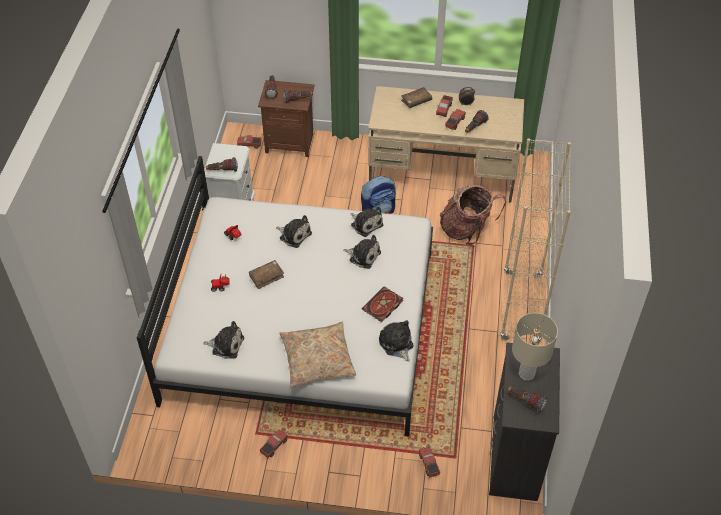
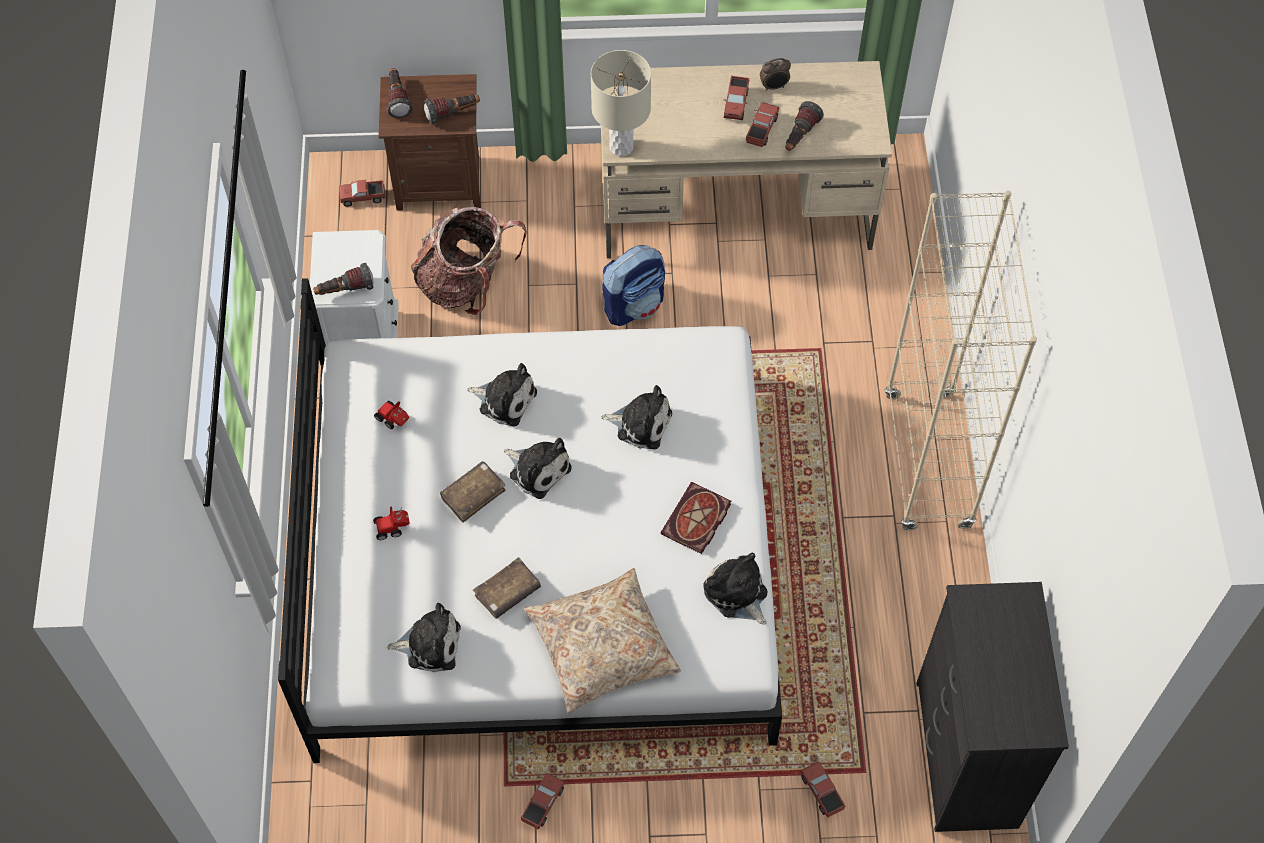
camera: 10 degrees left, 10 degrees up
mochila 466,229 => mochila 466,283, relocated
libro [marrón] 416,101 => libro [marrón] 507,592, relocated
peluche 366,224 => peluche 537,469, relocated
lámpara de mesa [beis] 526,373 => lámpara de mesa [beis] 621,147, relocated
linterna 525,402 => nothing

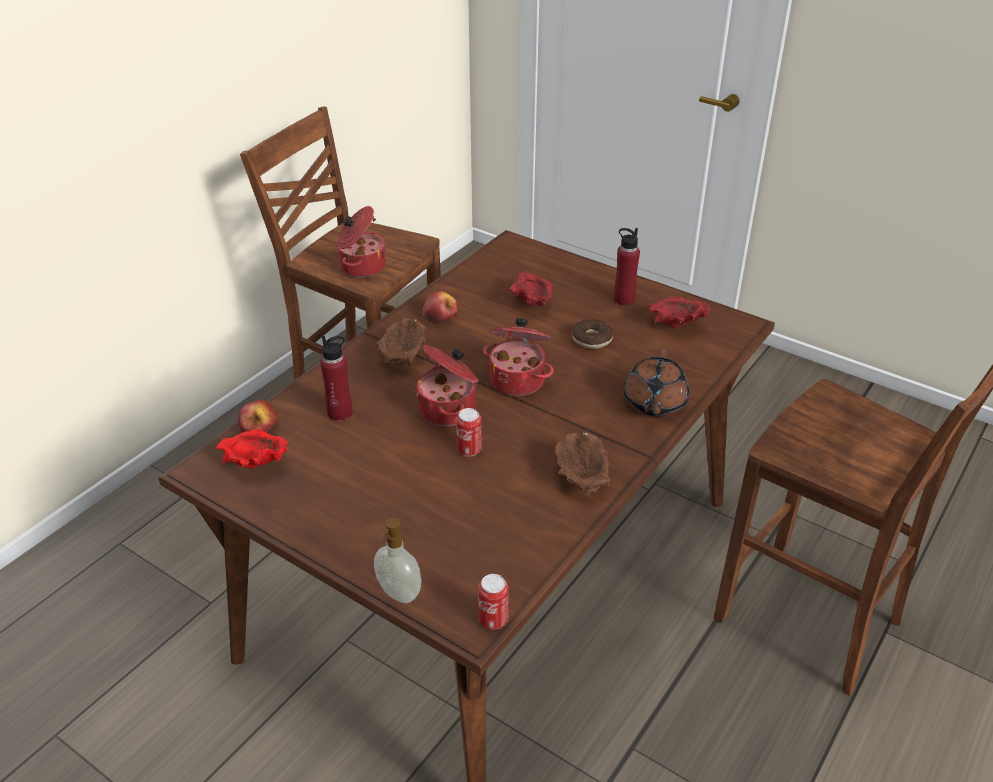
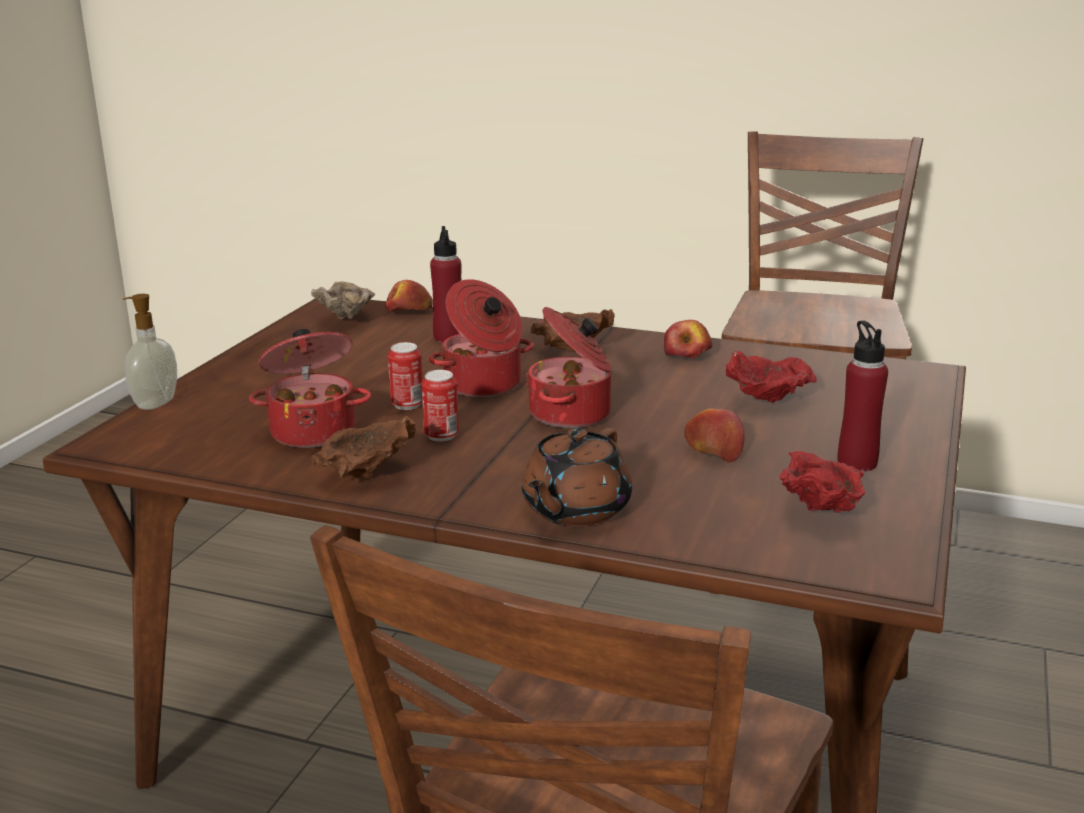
camera: 75 degrees right, 15 degrees down
olla 361,266 => olla 313,431, relocated
cuenco [rojo] 256,465 => cuenco [beis] 345,320
lata 493,620 => lata 441,436, relocated
tetera [marrón] 654,403 => tetera [marrón] 574,510, 60 degrees counterclockwise
rosquilla 592,339 => manzana 713,450

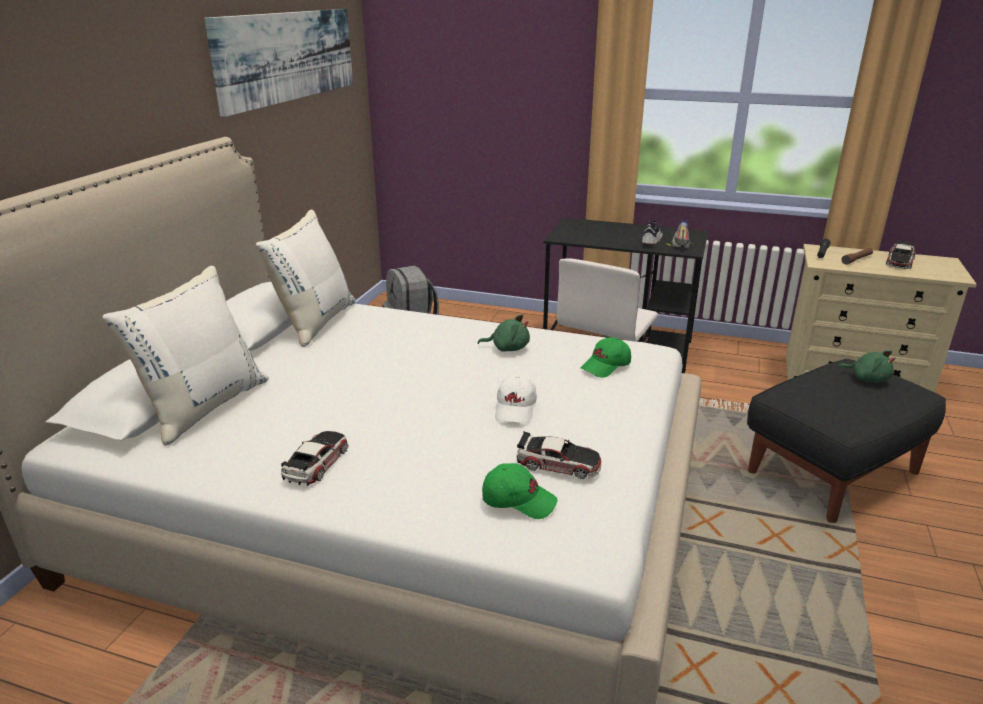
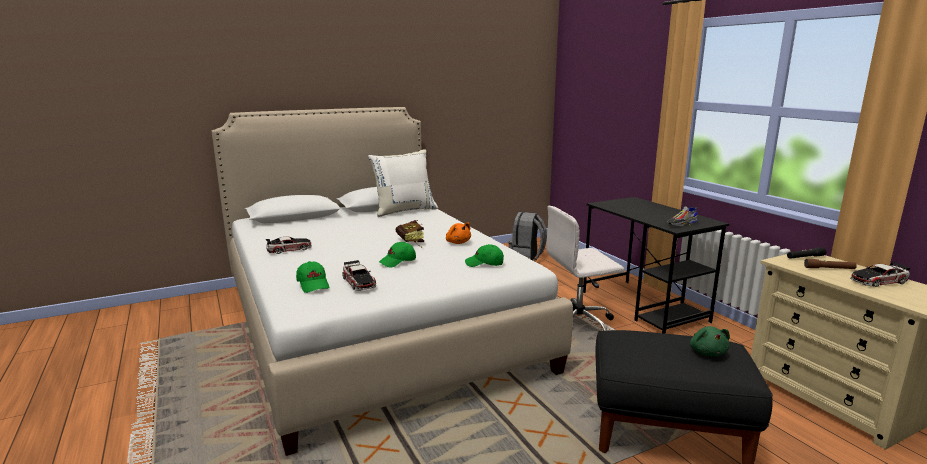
camera: 45 degrees right, 10 degrees down
gorra [blanco] 516,409 => gorra [verde] 398,262
nothing => libro 411,243
peluche [verde] 507,348 => peluche [naranja] 457,242
cojín [blanco] 204,406 => nothing
cuadro 288,56 => nothing
zapato 651,241 => nothing

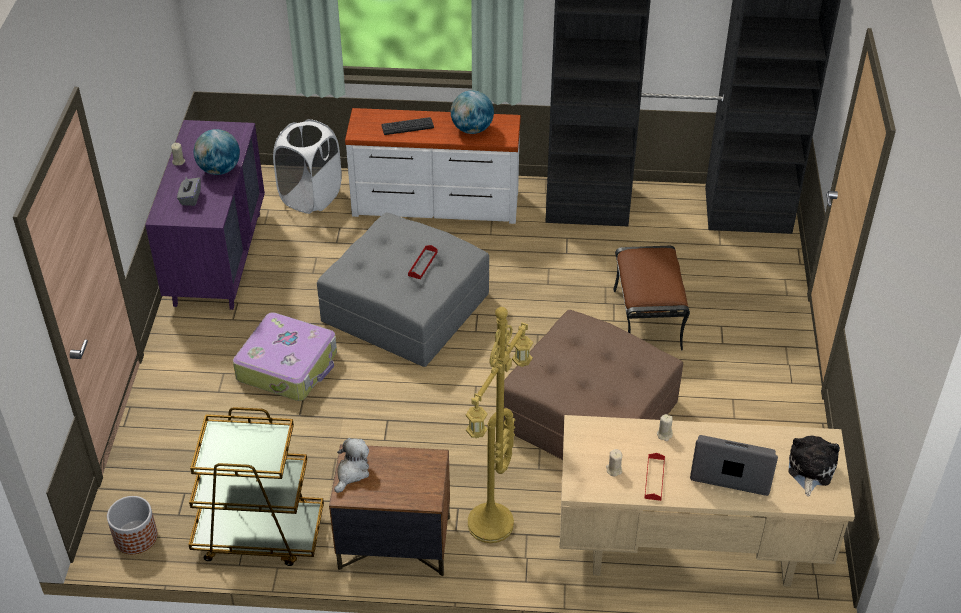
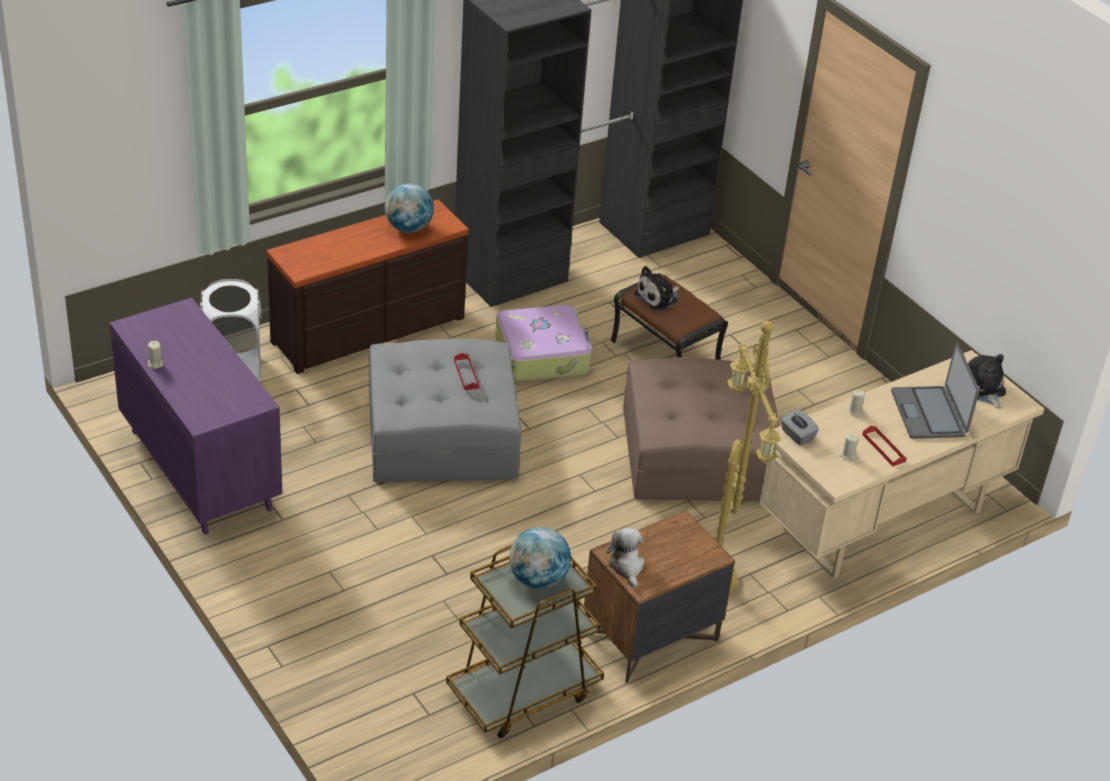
camera: 40 degrees left, 5 degrees down
cómoda [blanco] 435,205 => cómoda [marrón] 369,331
maleta 288,366 => maleta 542,354, relocated
globo terráqueo 219,169 => globo terráqueo 538,579, relocated
nothing => peluche 658,298
caja de pañuelos [gris] 190,198 => caja de pañuelos [gris] 797,435, relocated
portátil 732,468 => portátil 929,414, 75 degrees counterclockwise
maceta 136,537 => nothing
teclado 407,126 => nothing

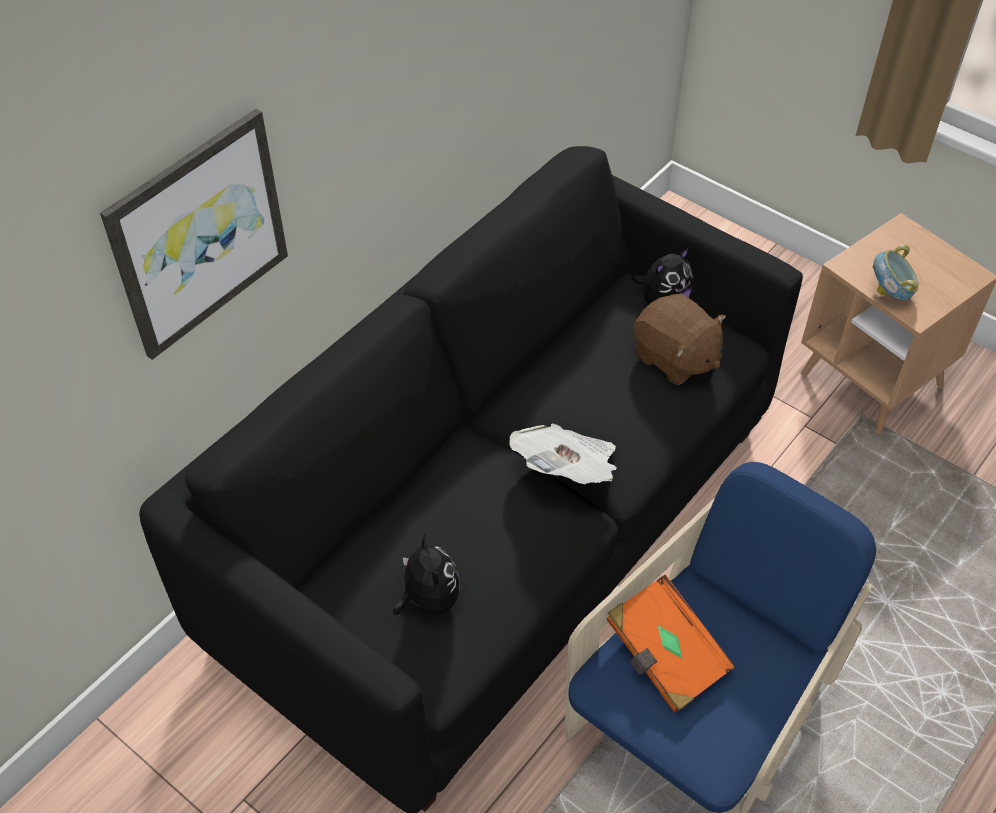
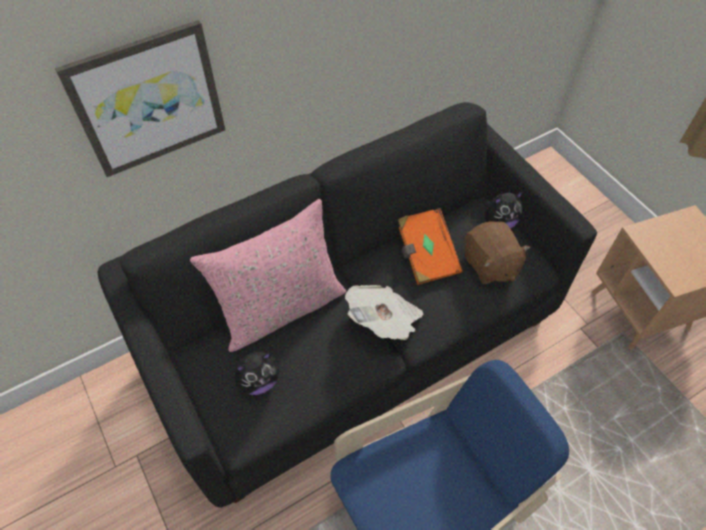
camera: 20 degrees right, 5 degrees up
nothing => cojín [rosa] 281,308
peluche 429,600 => peluche 258,381, 60 degrees clockwise
libro [naranja] 665,656 => libro [naranja] 426,255, relocated
cuenco 890,293 => nothing

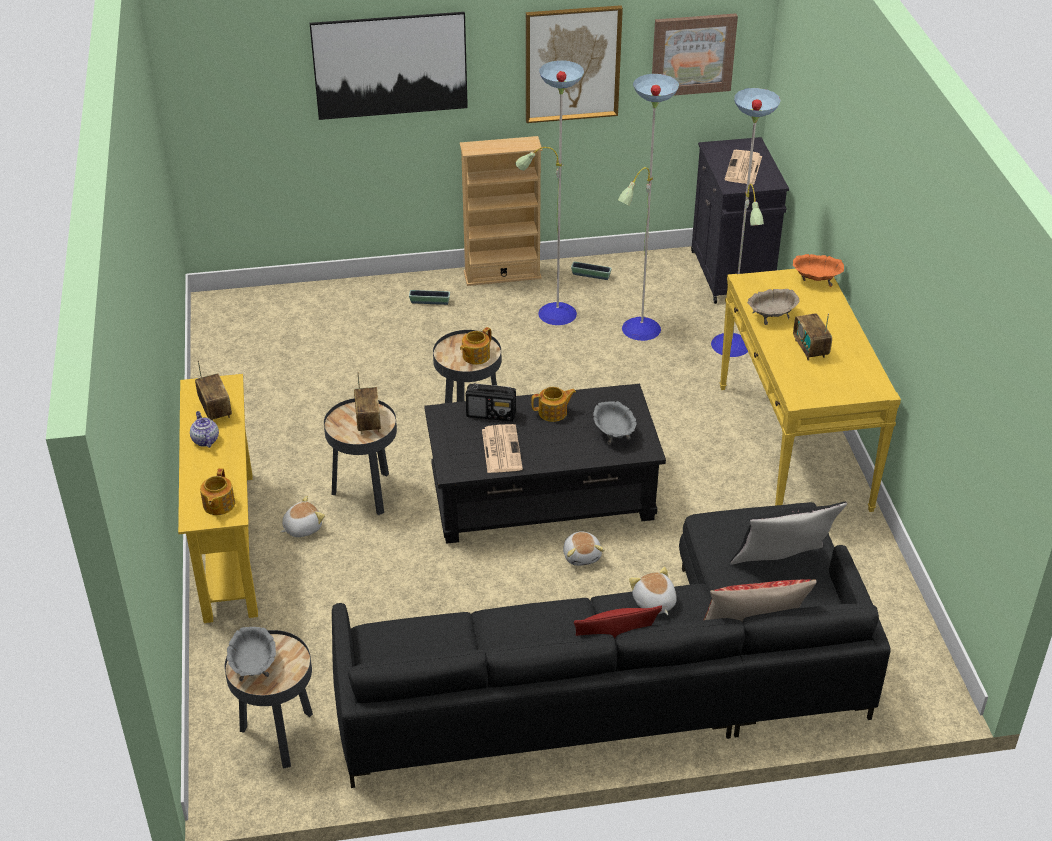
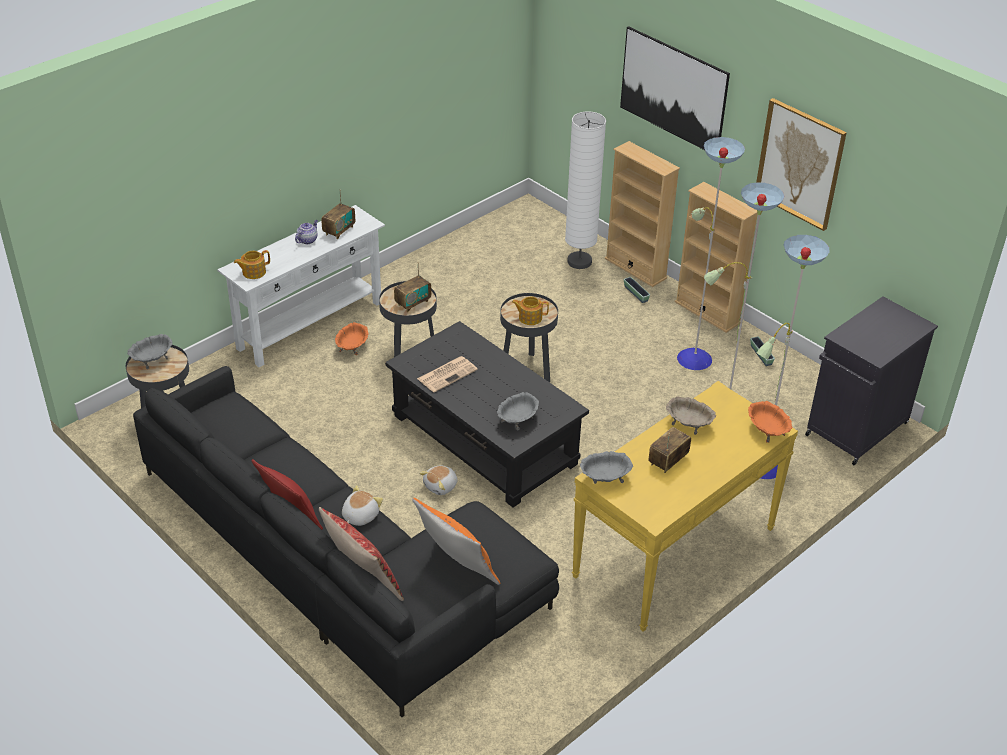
camera: 55 degrees right, 0 degrees up
mesa consola [amarillo] 228,545 => mesa consola [blanco] 310,325
peluche 302,527 => cuenco [naranja] 352,347
cojín [negro] 782,566 => cojín [naranja] 457,570
nothing => lámpara de pie [blanco] 579,262
nothing => cuenco [gris] 604,478
nothing => estantería [beis] 635,268
radio 491,414 => nothing
tetera 553,412 => nothing
cuadro 692,54 => nothing
periódico 743,169 => nothing

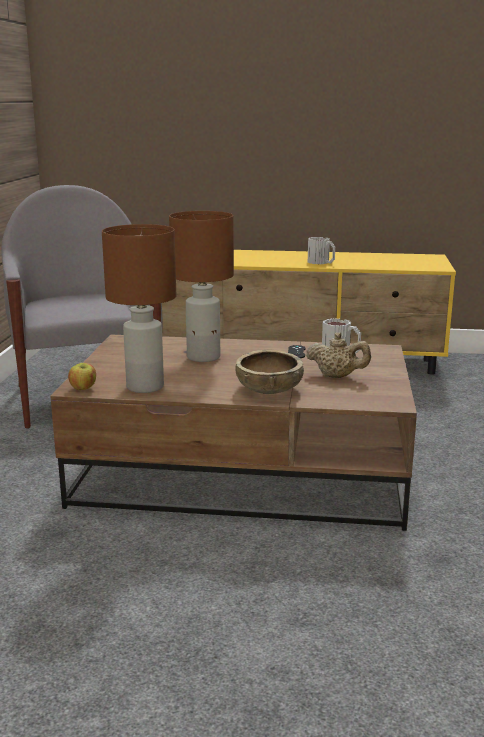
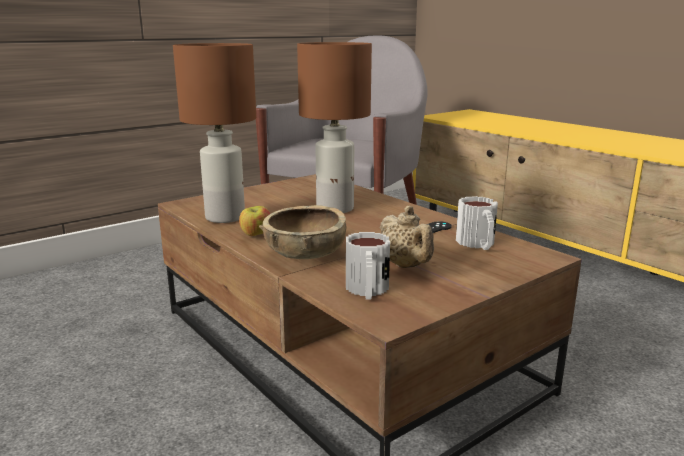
camera: 45 degrees right, 0 degrees up
manzana 83,389 => manzana 256,235, relocated
taza grande 322,263 => taza grande 367,291, relocated

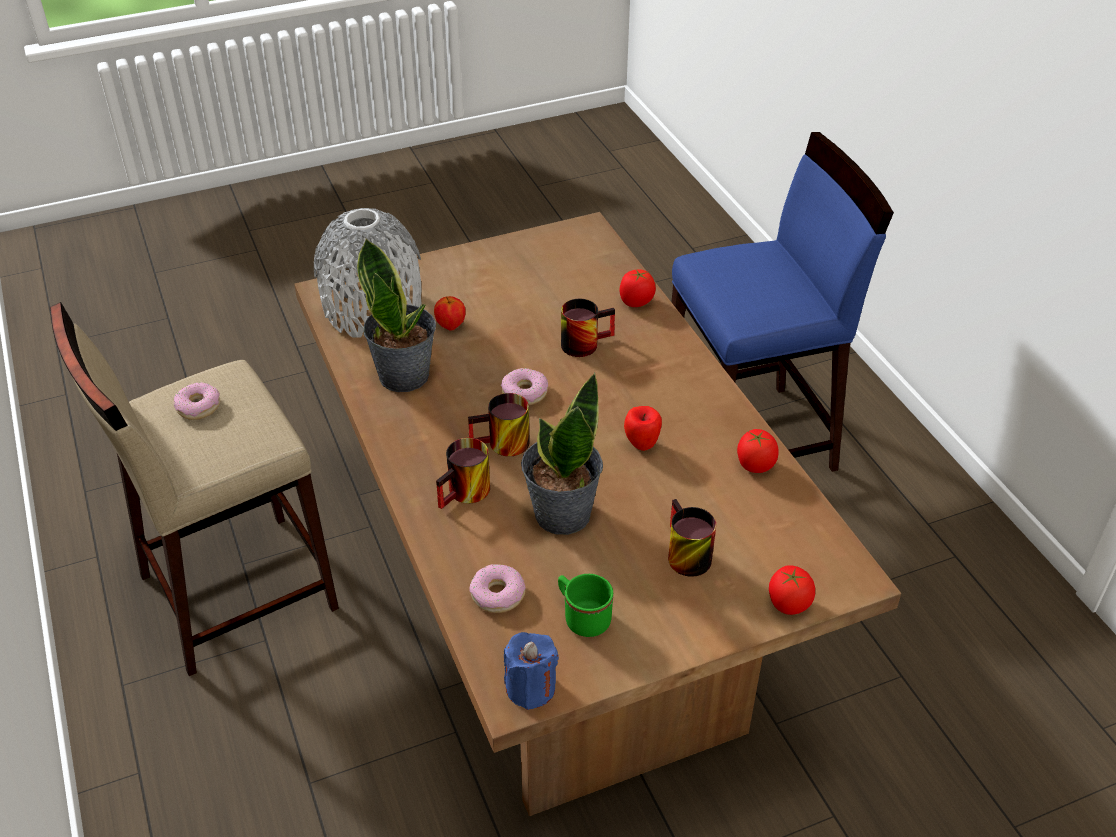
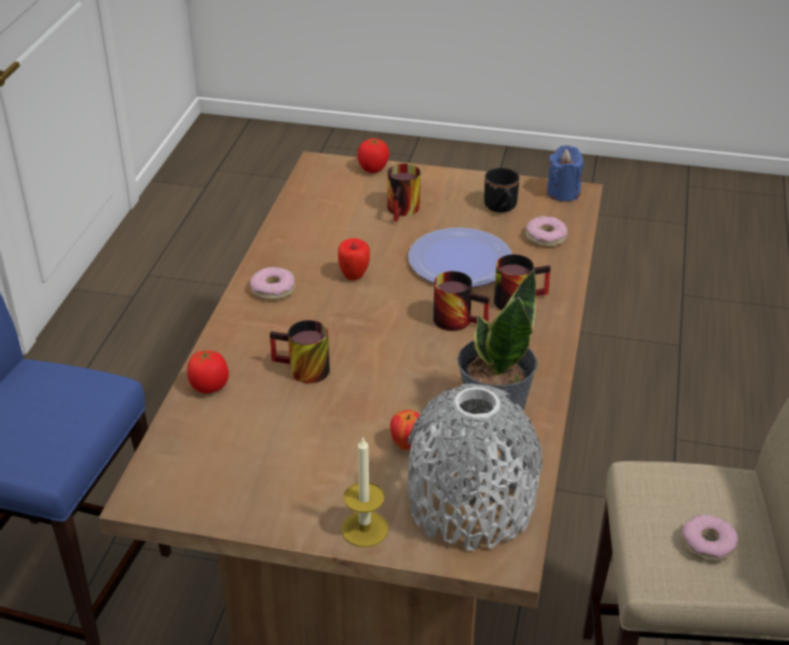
camera: 145 degrees left, 5 degrees down
rosquilla 524,392 => rosquilla 273,290, relocated
nothing => vela 364,529
planta en maceta 561,514 => plato 460,260
taza grande [verde] 582,617 => taza grande [negro] 501,208
tomate 755,465 => nothing

